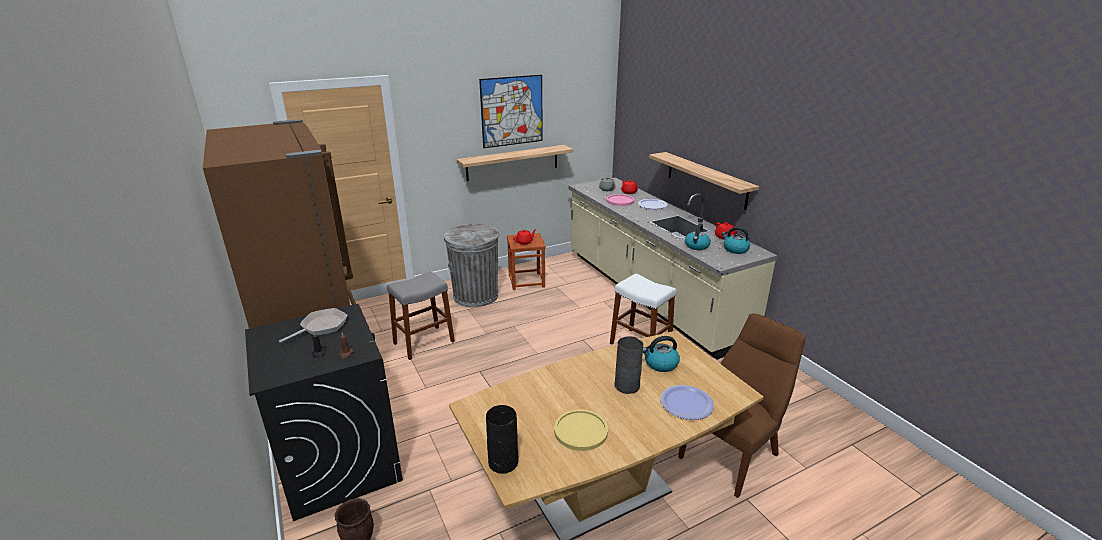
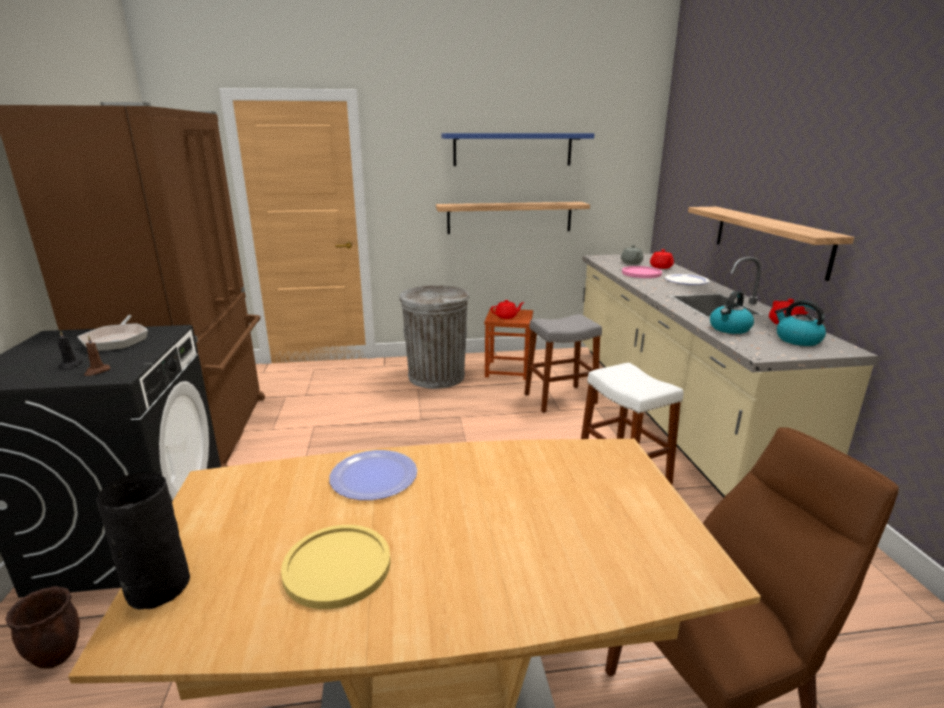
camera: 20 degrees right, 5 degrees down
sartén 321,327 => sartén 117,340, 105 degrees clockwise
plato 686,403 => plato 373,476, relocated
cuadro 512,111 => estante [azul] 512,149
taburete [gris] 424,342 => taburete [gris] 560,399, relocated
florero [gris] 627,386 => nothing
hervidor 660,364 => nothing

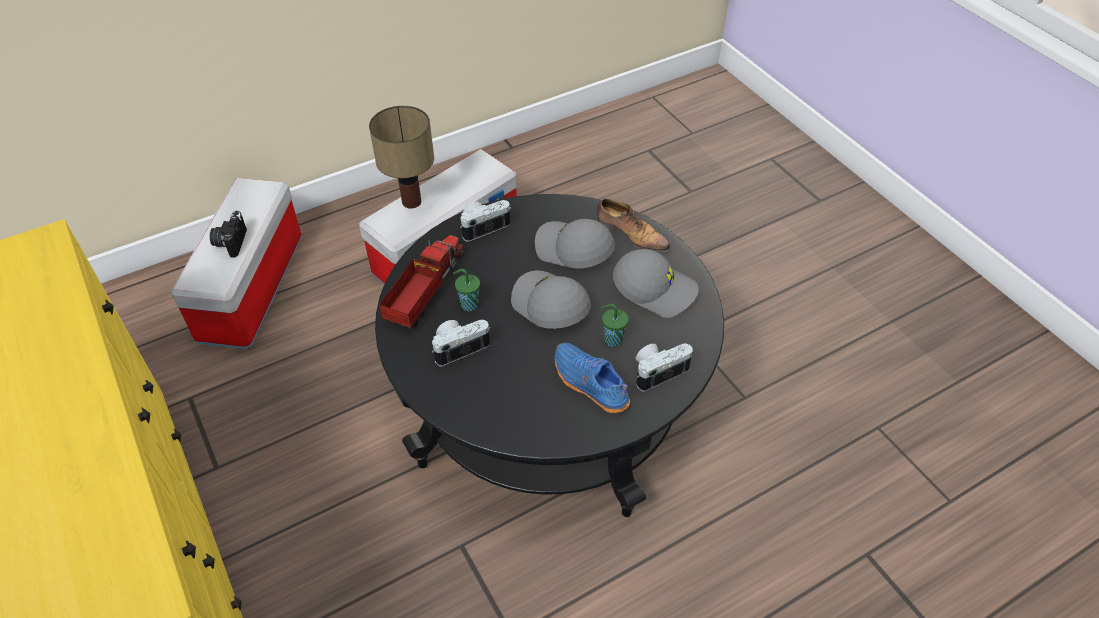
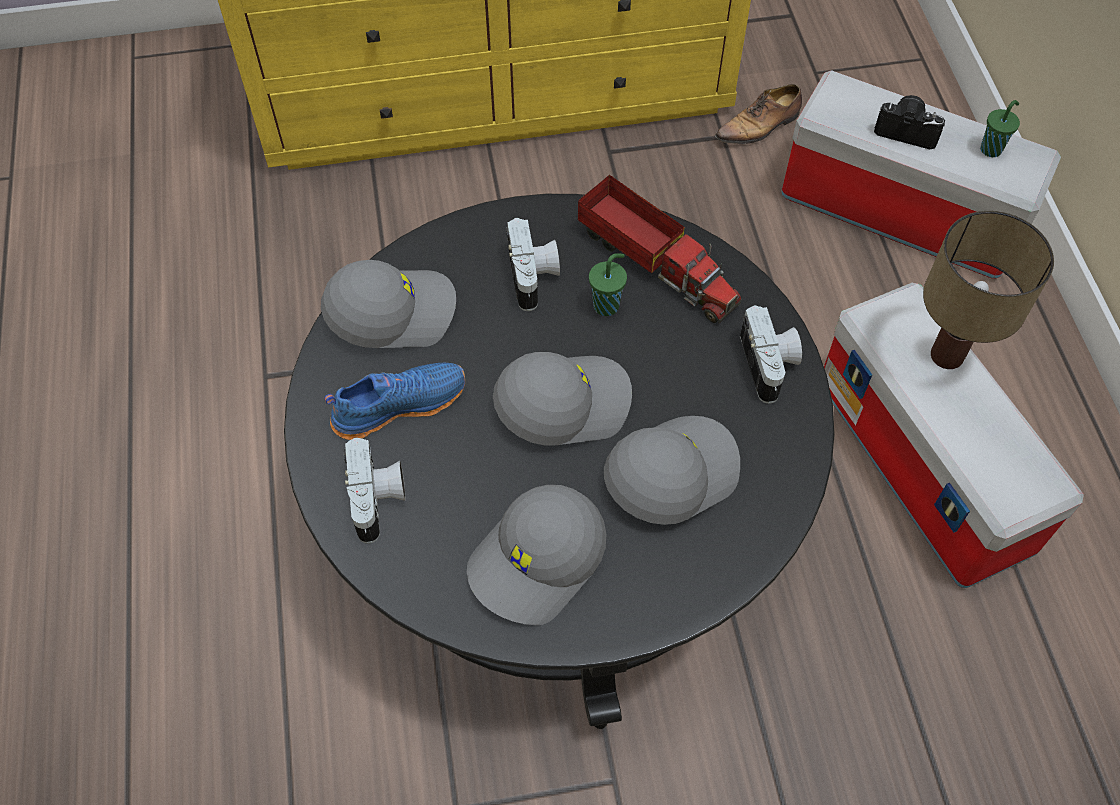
camera: 110 degrees right, 10 degrees up
nothing => gorra [gris] 391,310
zapato 631,234 => zapato 759,126, relocated
taza [verde] 612,340 => taza [verde] 991,149, relocated

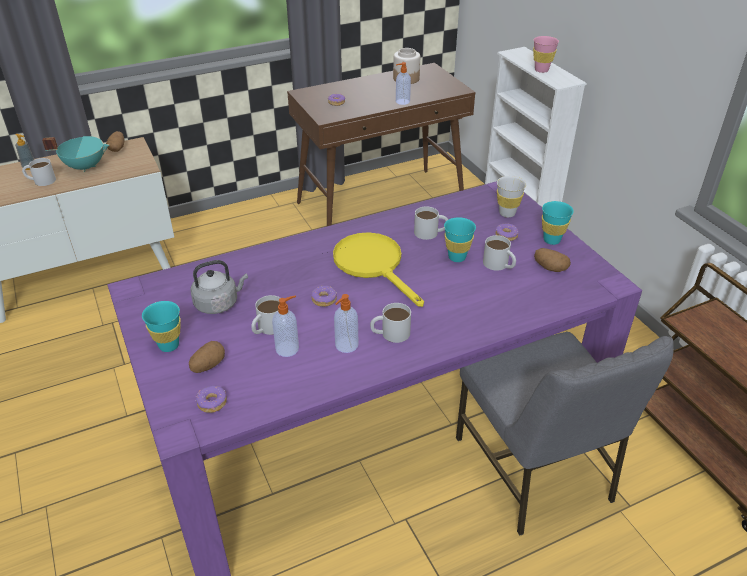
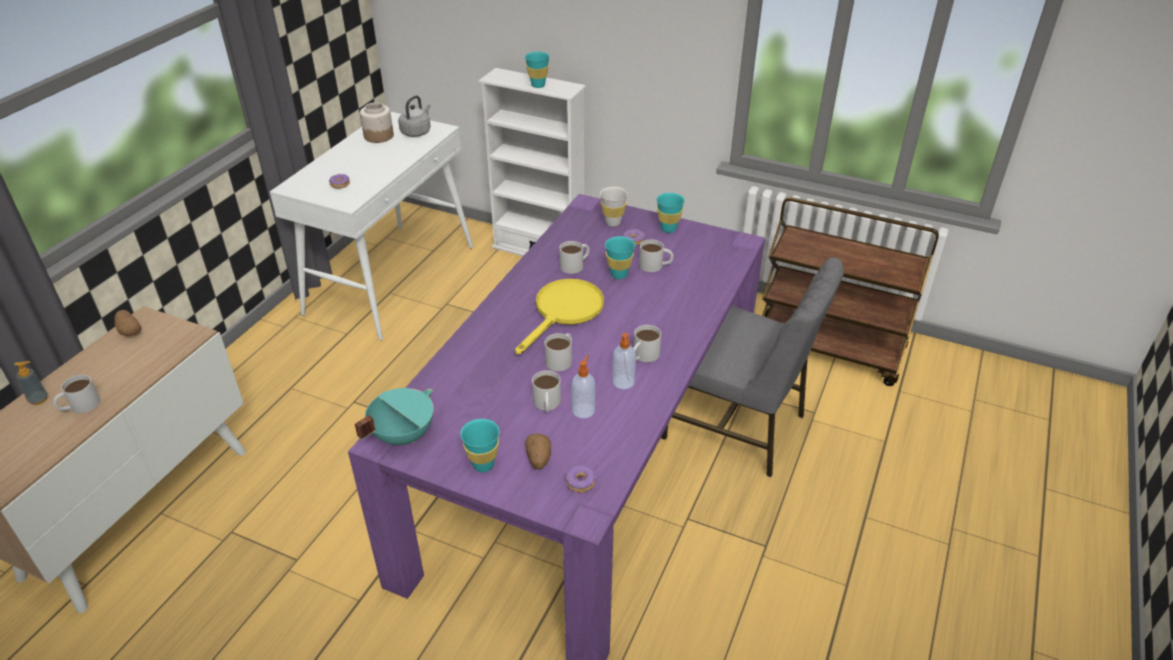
camera: 40 degrees left, 0 degrees up
mesa consola [marrón] 381,205 => mesa consola [blanco] 391,279
olla [turquesa] 85,166 => olla [turquesa] 402,435, relocated
hervidor [gris] 219,303 => hervidor [gris] 417,132, relocated
sartén [amarillo] 373,265 => sartén [amarillo] 564,312, 105 degrees clockwise
taza [rosa] 541,70 => taza [turquesa] 538,85
rosquilla 324,299 => taza grande [blanco] 561,358
dispensador de jabón 402,102 => nothing
patata 550,268 => nothing

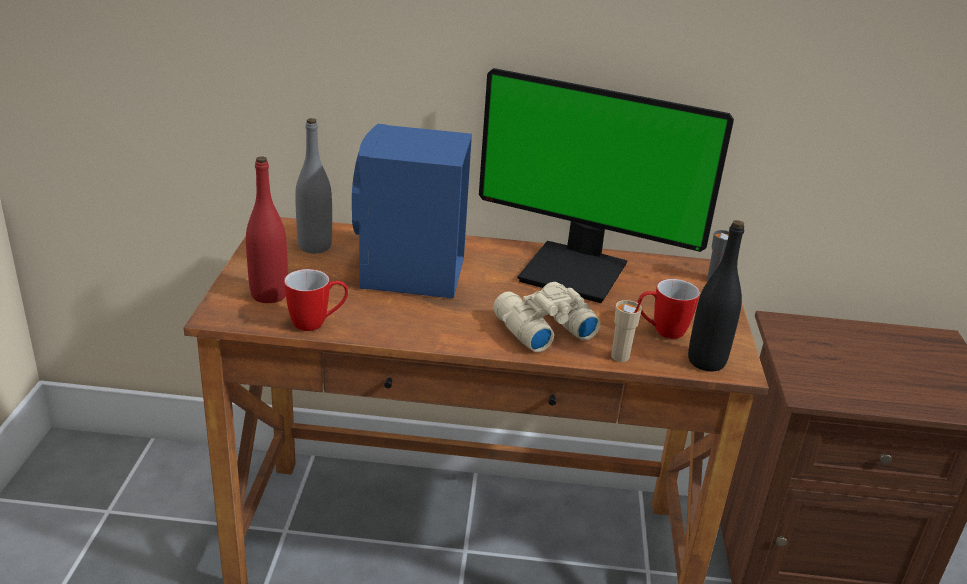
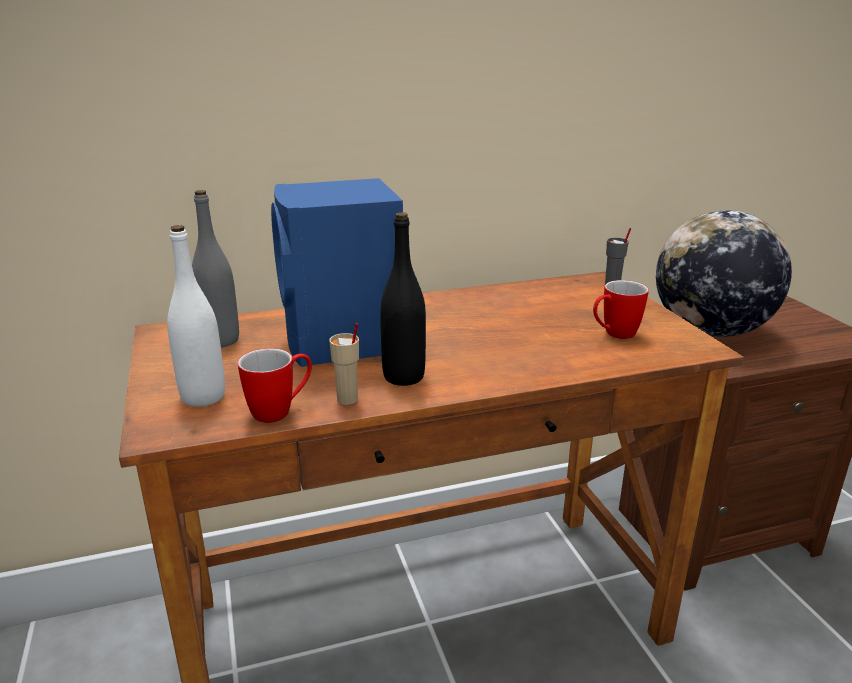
camera: 20 degrees left, 5 degrees down
botella [rojo] 269,295 => botella [blanco] 203,397
taza [beis] 620,357 => taza [beis] 347,400, relocated
botella [negro] 706,361 => botella [negro] 403,377, relocated
nothing => globo terráqueo 710,331
monitor 576,271 => nothing
prismáticos [beis] 541,328 => nothing

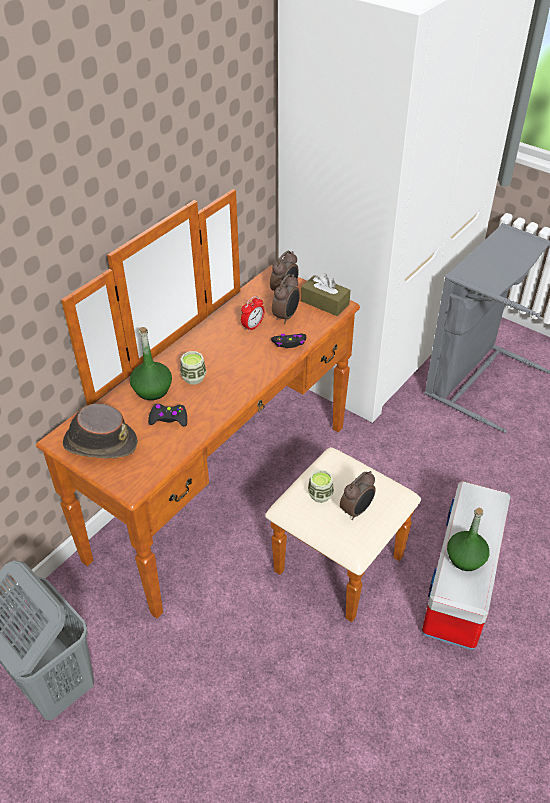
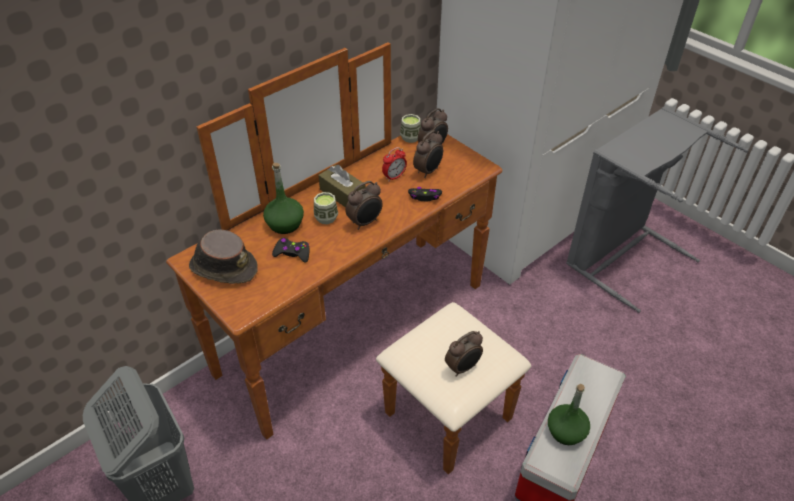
camera: 10 degrees right, 0 degrees up
caja de pañuelos [marrón] 325,303 => caja de pañuelos [marrón] 342,194, relocated
nothing => despertador 365,222
taza 320,495 => taza 410,137, relocated

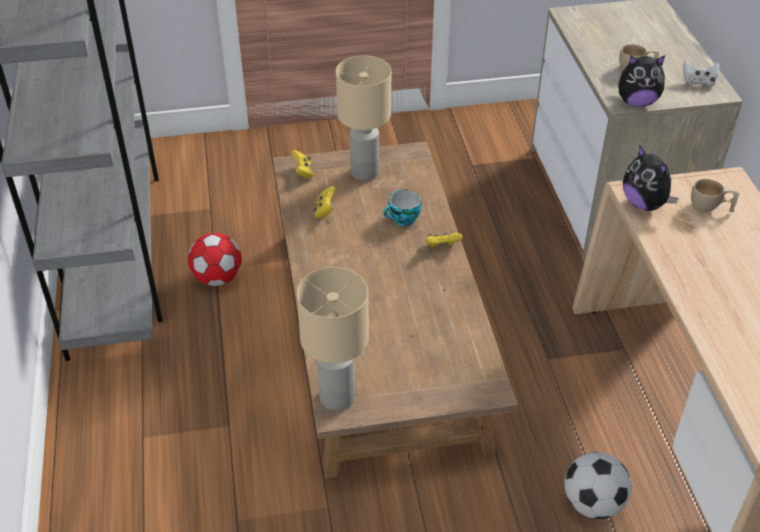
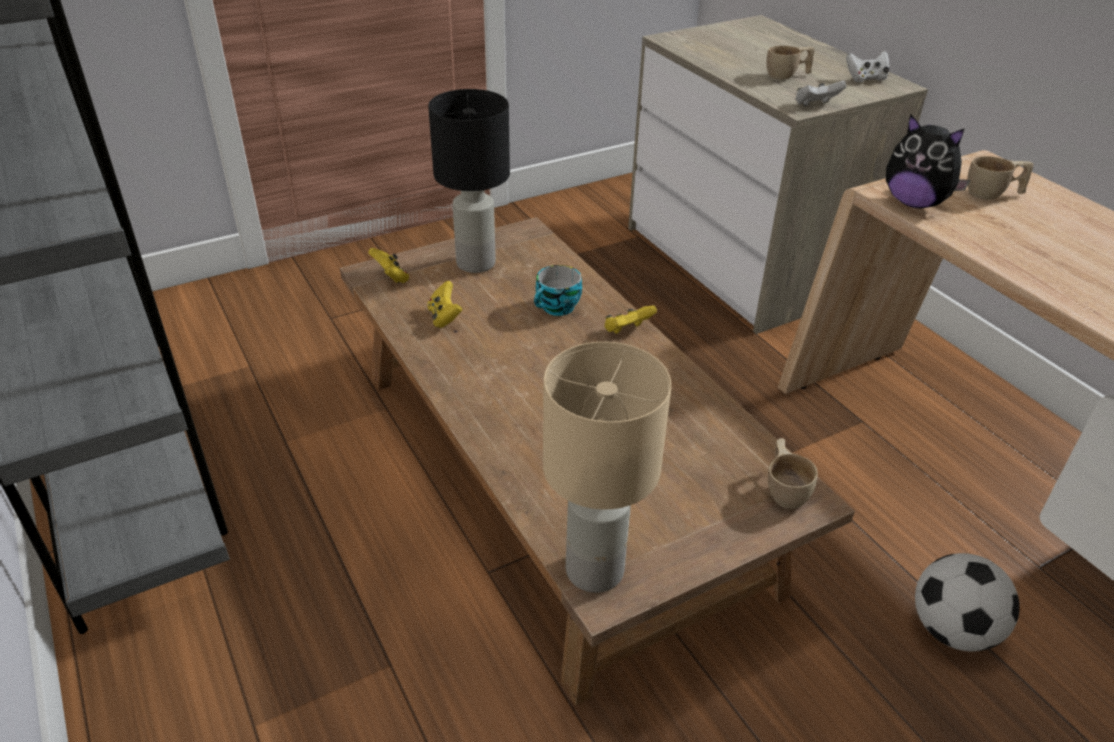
camera: 20 degrees left, 5 degrees down
lámpara de mesa [beis] 364,172 => lámpara de mesa [negro] 475,264
nothing => taza [beis] 785,489
peluche 636,102 => mando de consola [blanco] 816,105
balón de fútbol 217,278 => nothing

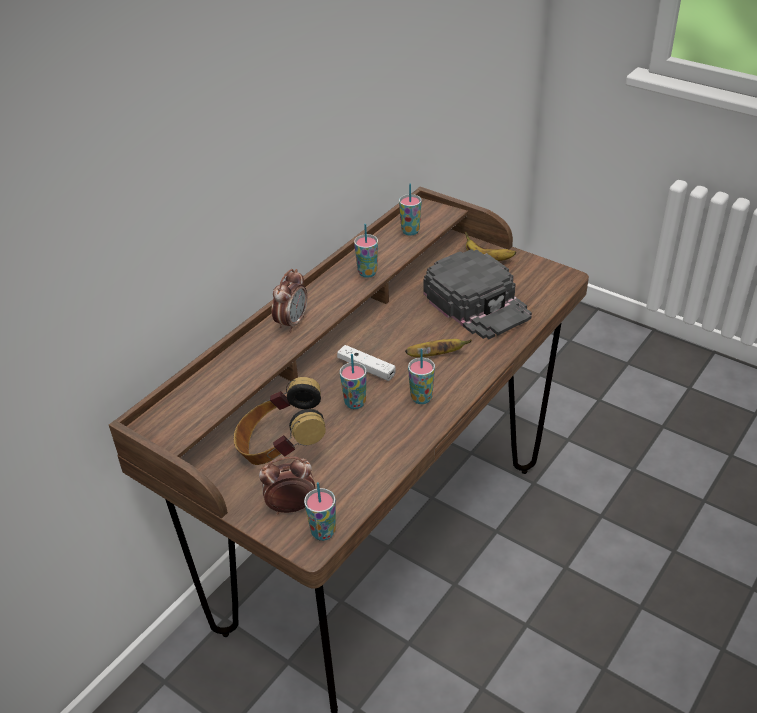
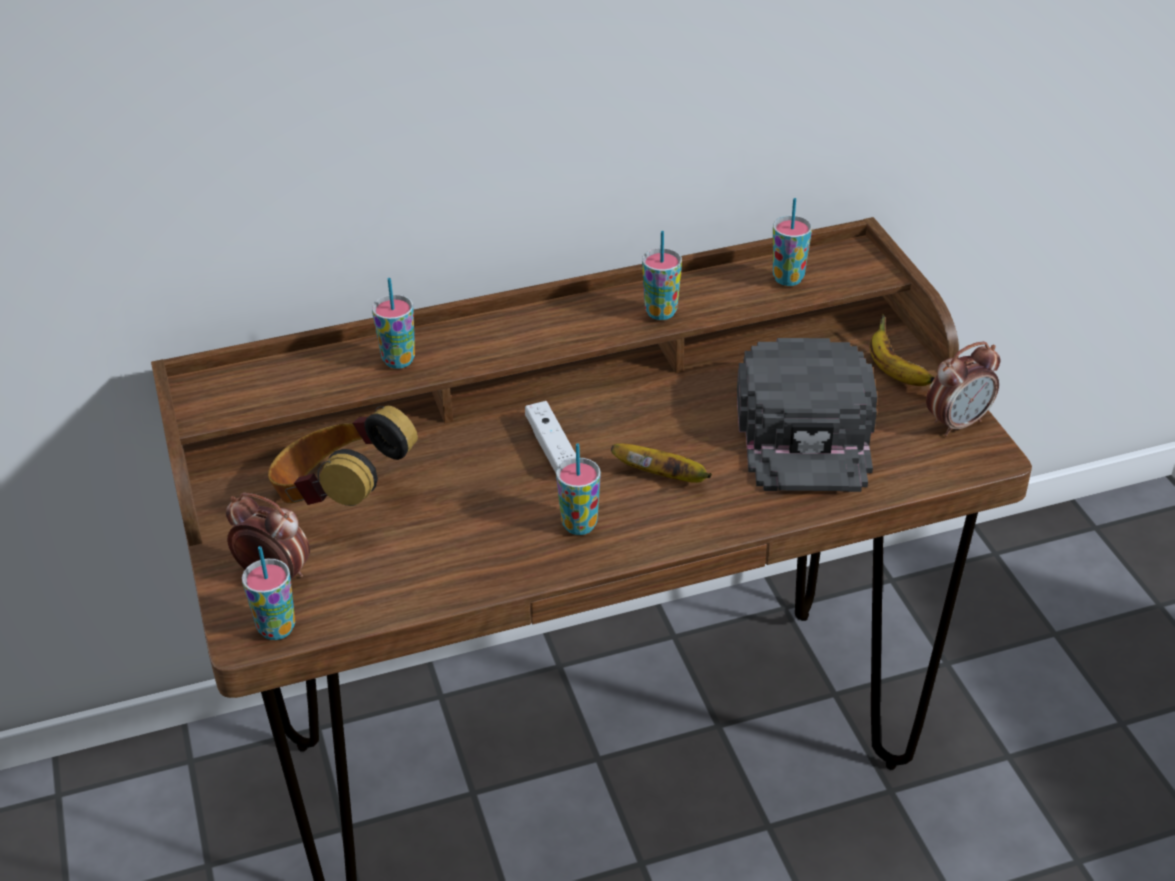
camera: 35 degrees right, 0 degrees up
taza 355,403 => taza 398,360, relocated
despertador 292,322 => despertador 957,423, relocated

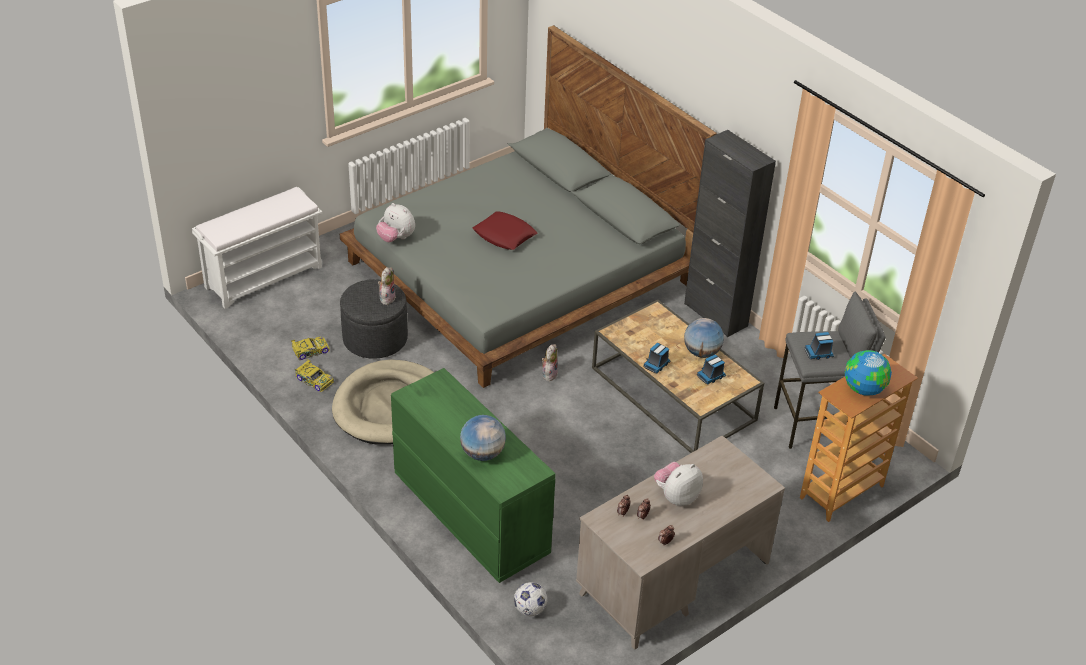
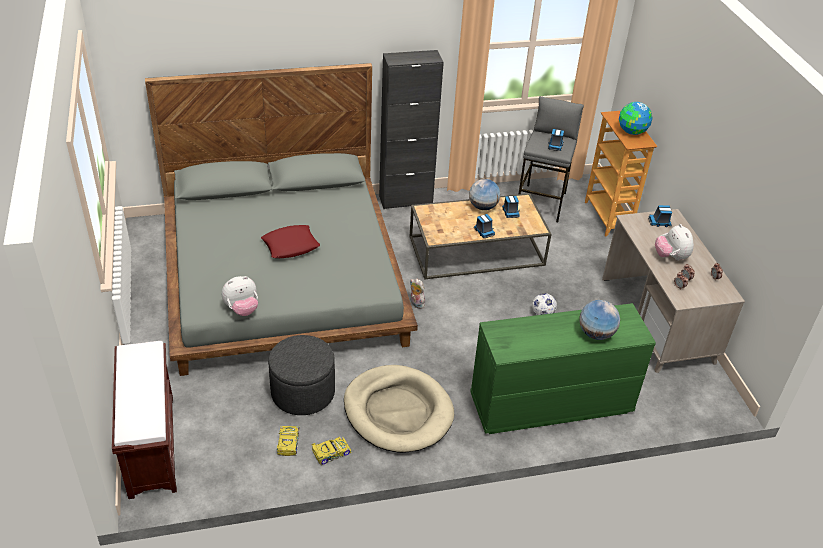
camera: 65 degrees left, 0 degrees up
banco [blanco] 264,276 => banco [marrón] 151,444
balón de fútbol 529,609 => balón de fútbol 542,314, relocated
nothing => camión de juguete 660,222
peluche 387,298 => nothing

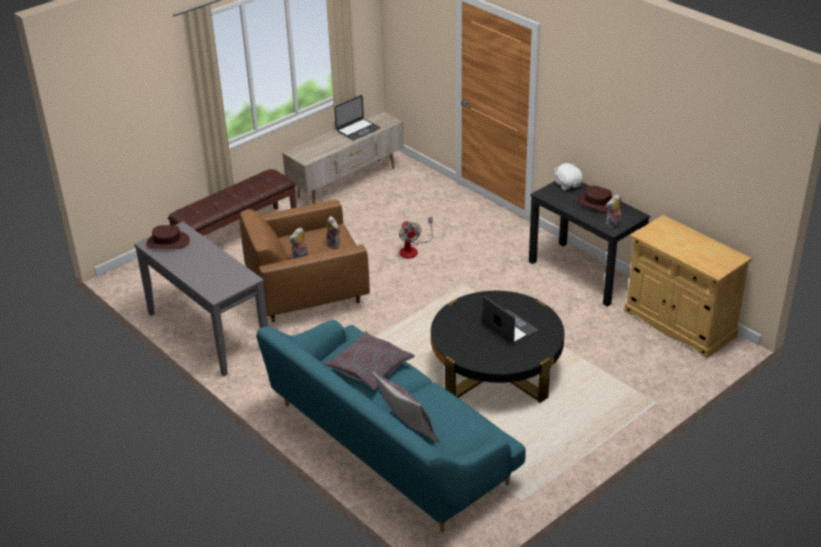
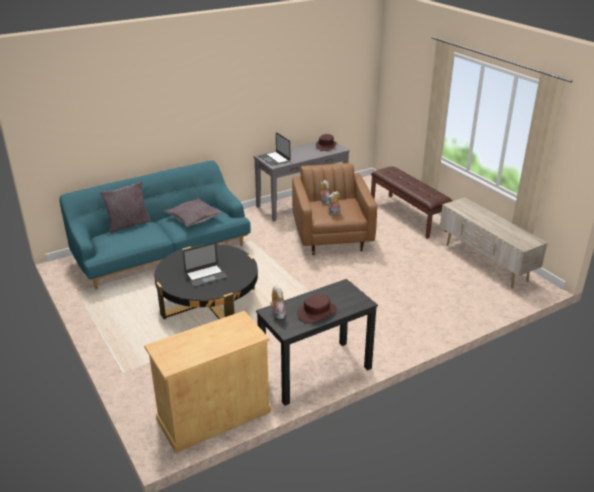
camera: 100 degrees right, 5 degrees down
portátil 358,129 => portátil 274,158, relocated
ventilador 412,249 => nothing
peluche [blanco] 568,185 => nothing

